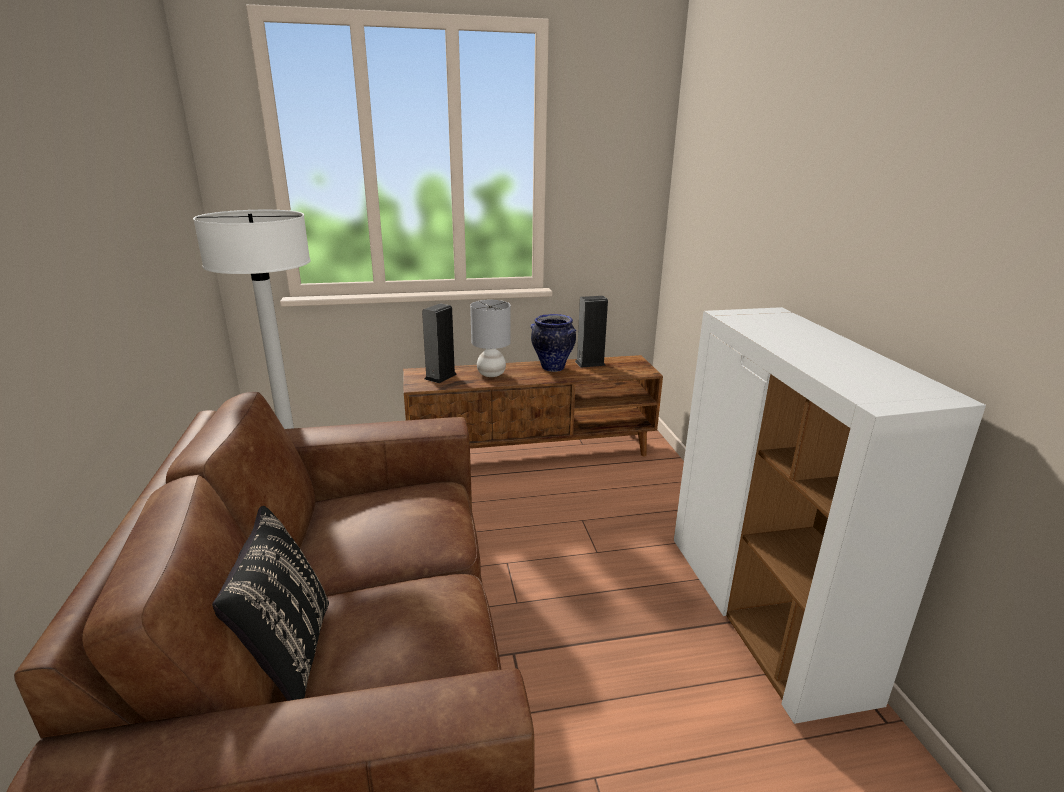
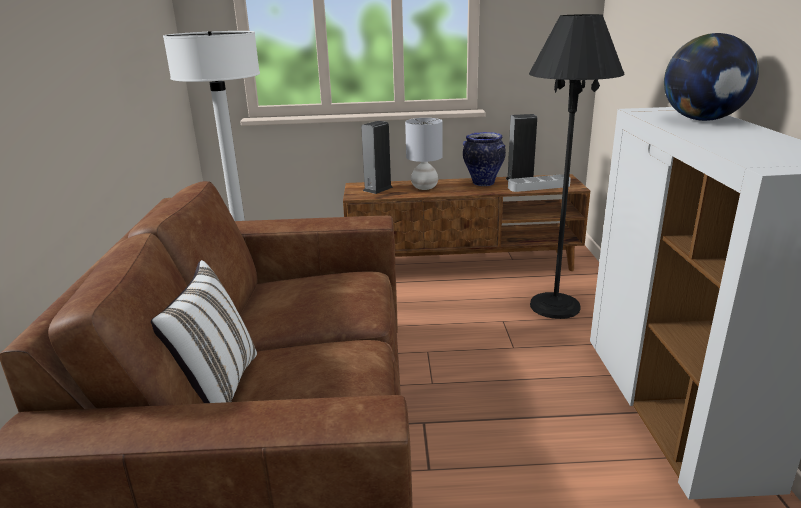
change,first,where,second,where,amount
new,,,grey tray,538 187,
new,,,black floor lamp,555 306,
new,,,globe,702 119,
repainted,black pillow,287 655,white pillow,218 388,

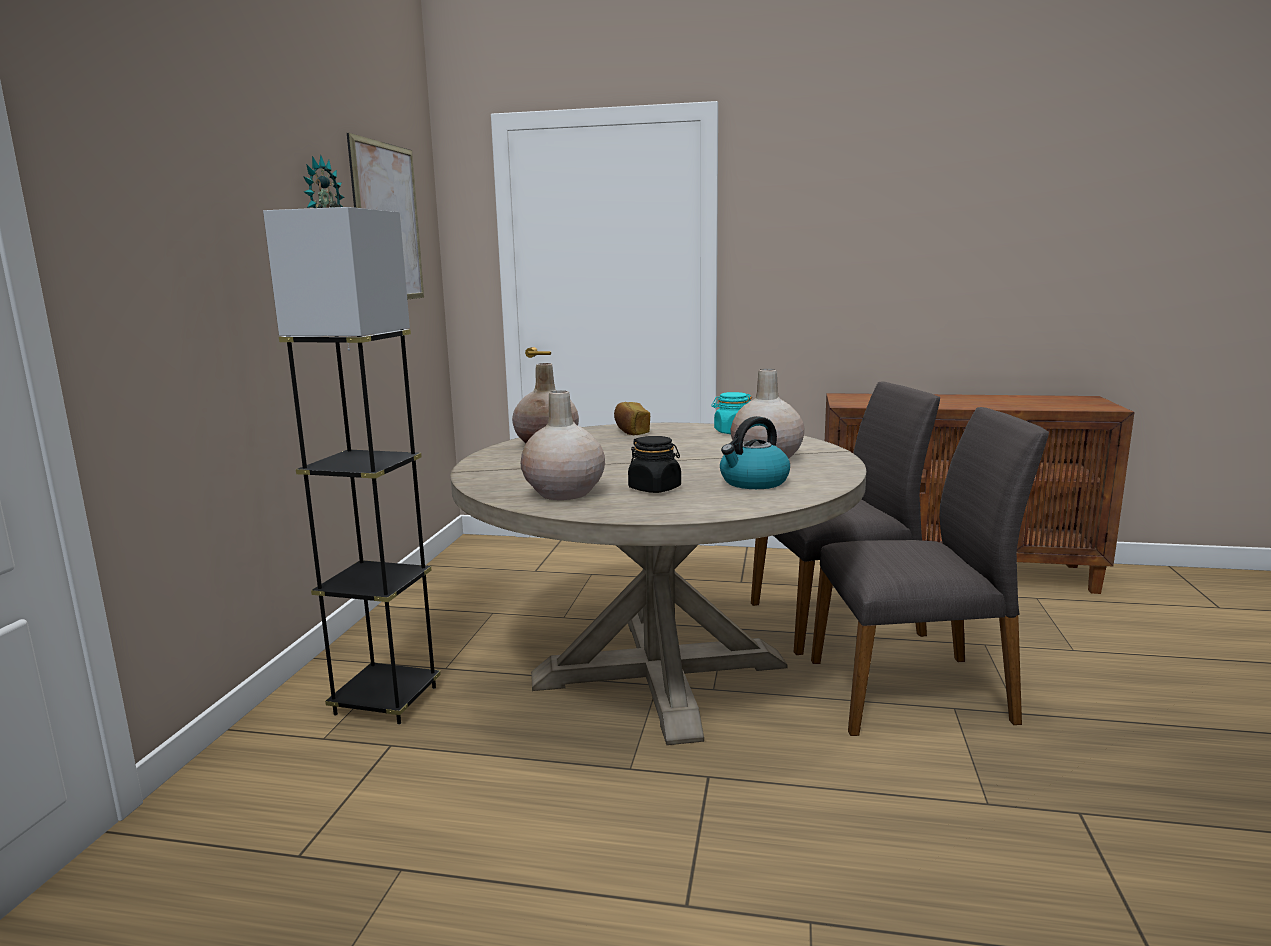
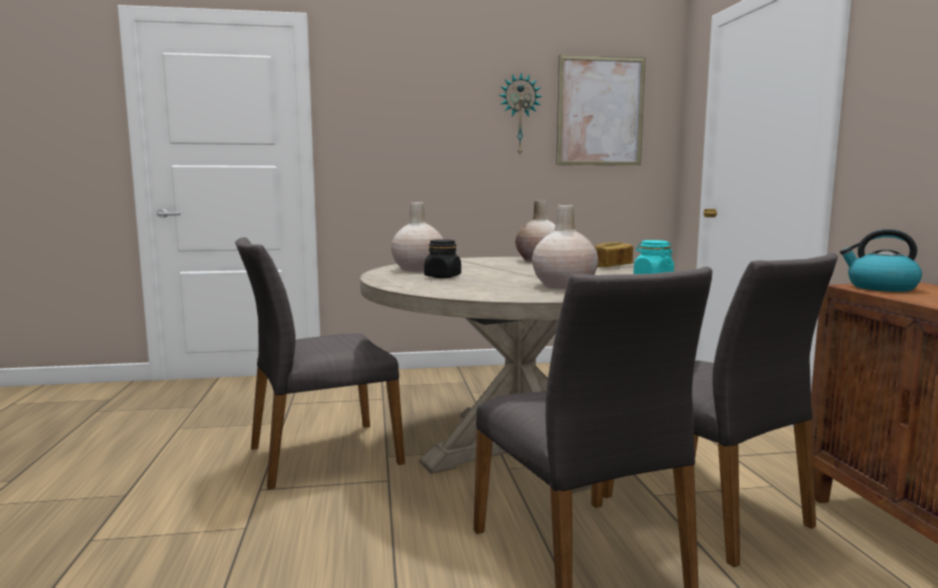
change,first,where,second,where,amount
gone,grey floor lamp,386 700,,,
new,,,grey chair,322 454,
shifted,kettle,753 482,,880 287,

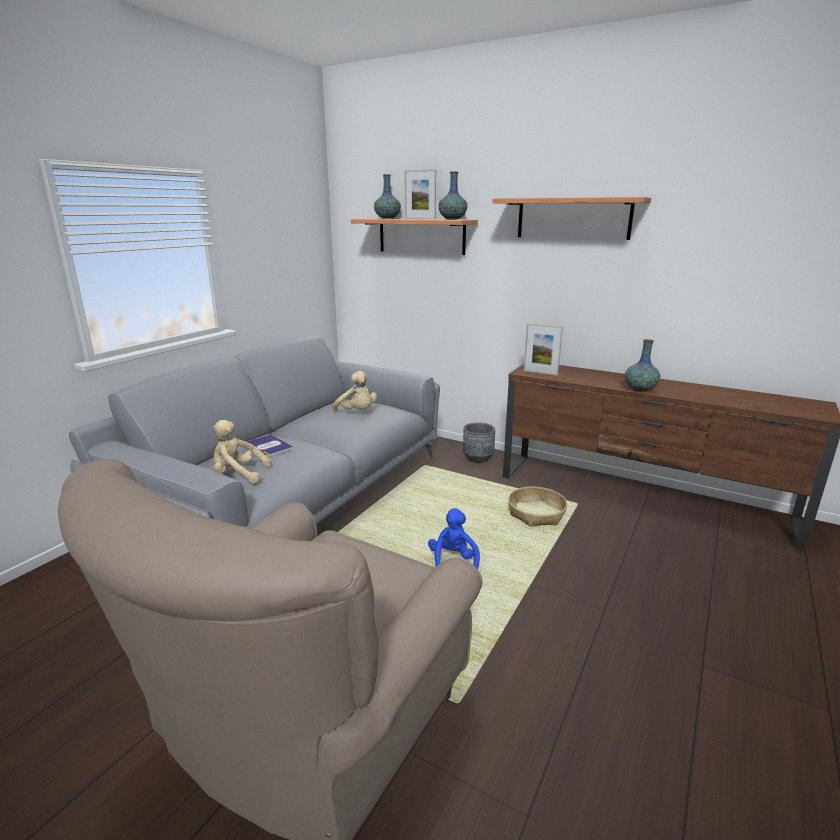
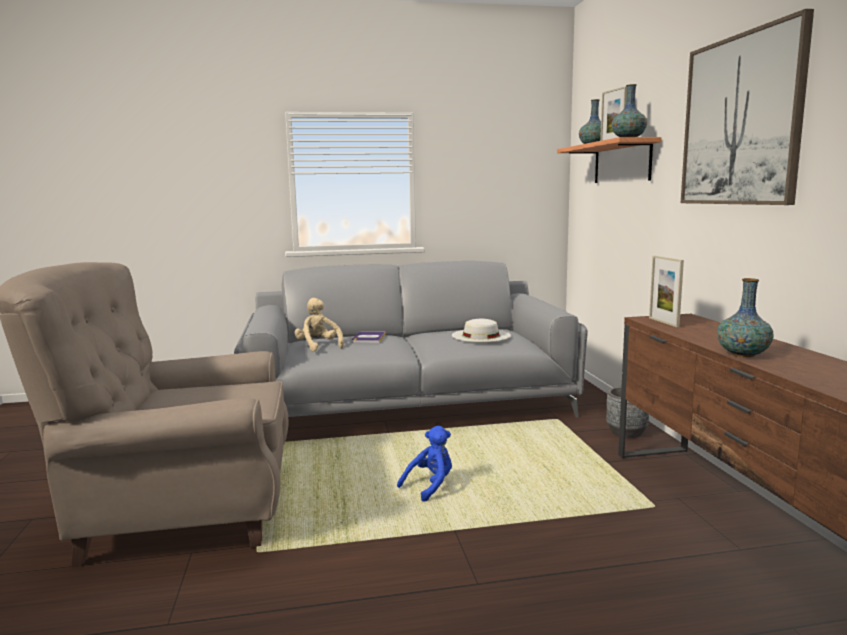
change,first,where,second,where,amount
gone,basket,536 514,,,
swapped,beige plush toy,357 412,white hat,481 335,
swapped,shelf,573 218,picture,740 120,

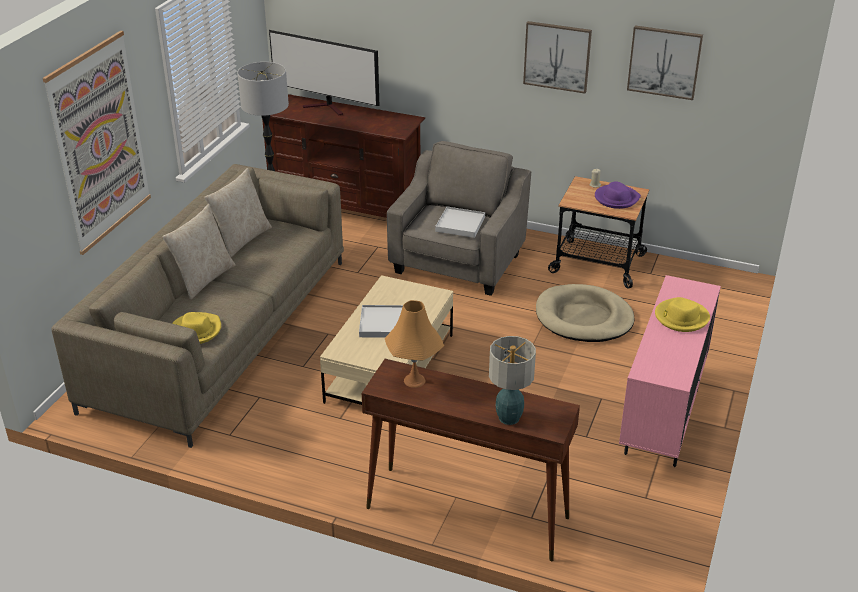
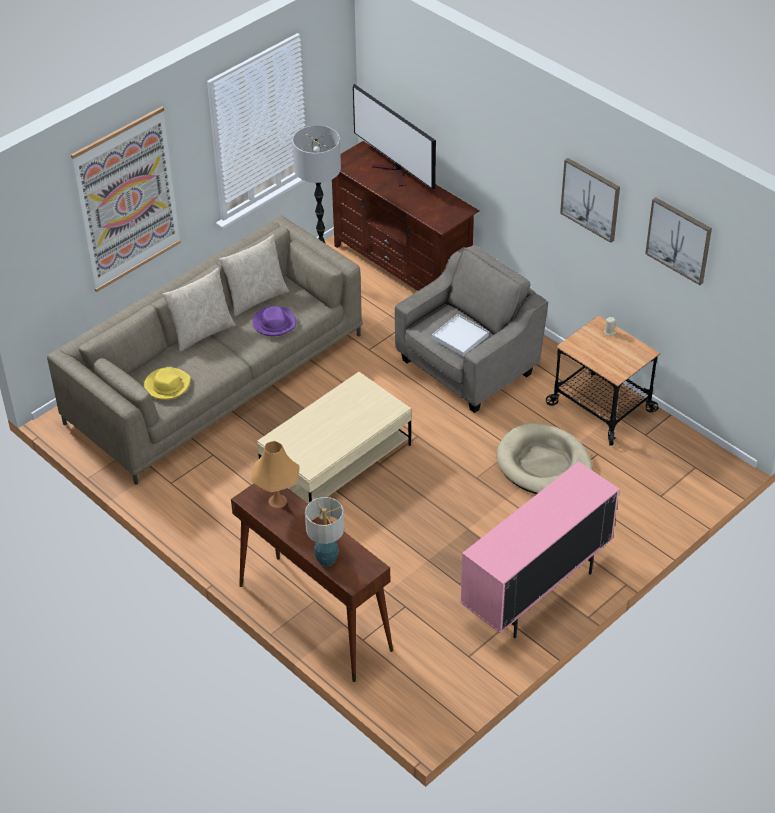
change,first,where,second,where,amount
gone,white tray,383 323,,,
gone,yellow hat,681 317,,,
shifted,purple hat,616 198,,274 323,

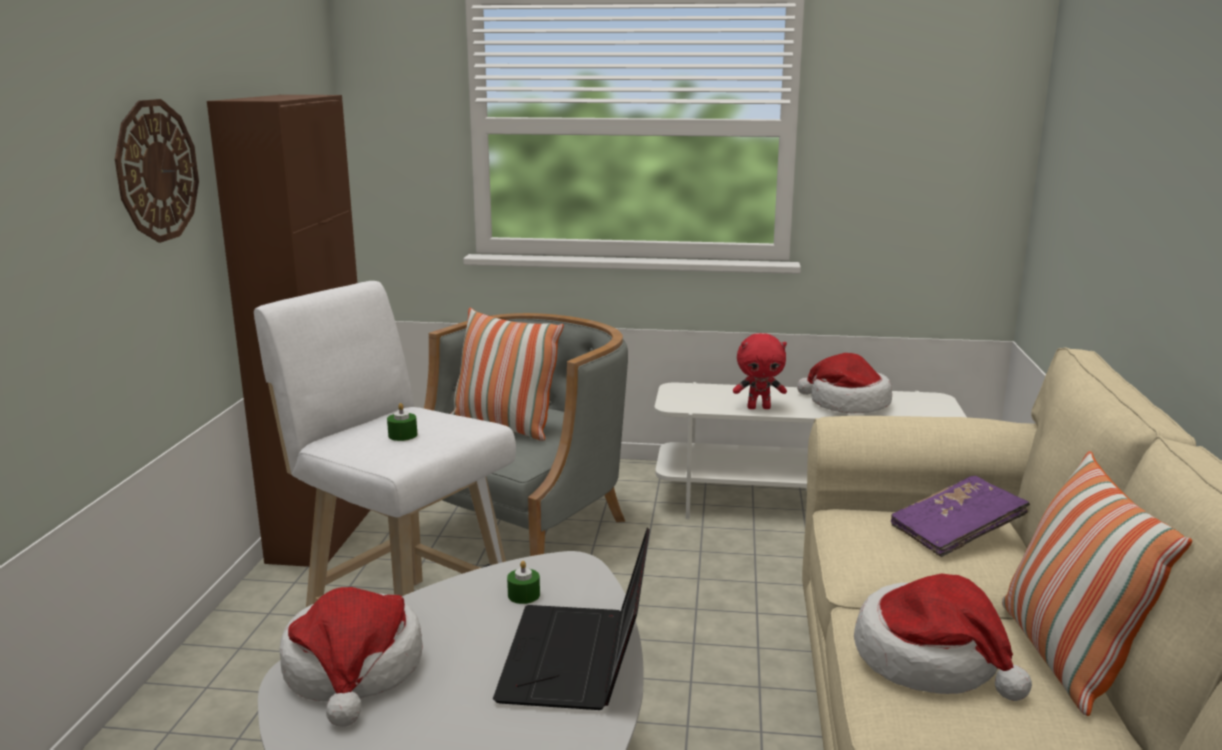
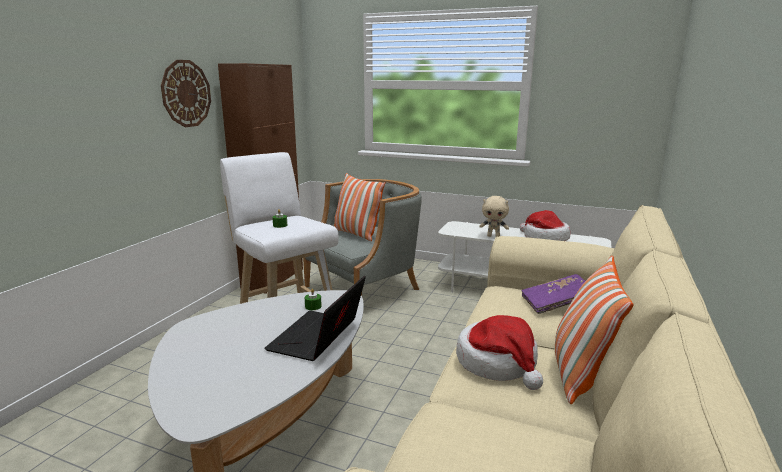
change,first,where,second,where,amount
gone,hat,354 670,,,
repainted,red plush toy,759 407,beige plush toy,493 236,

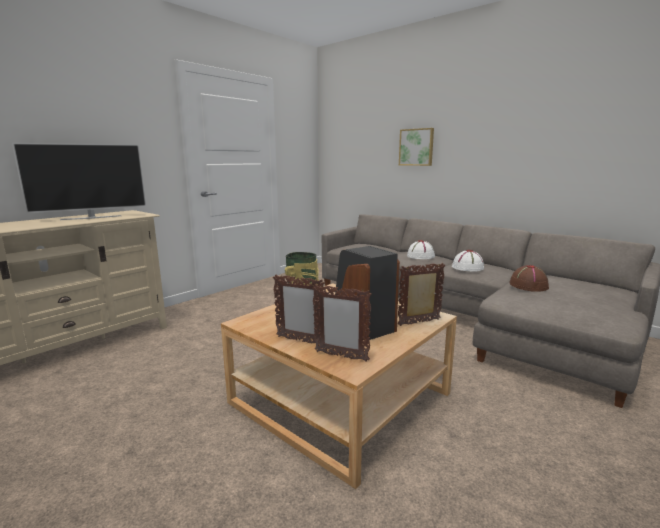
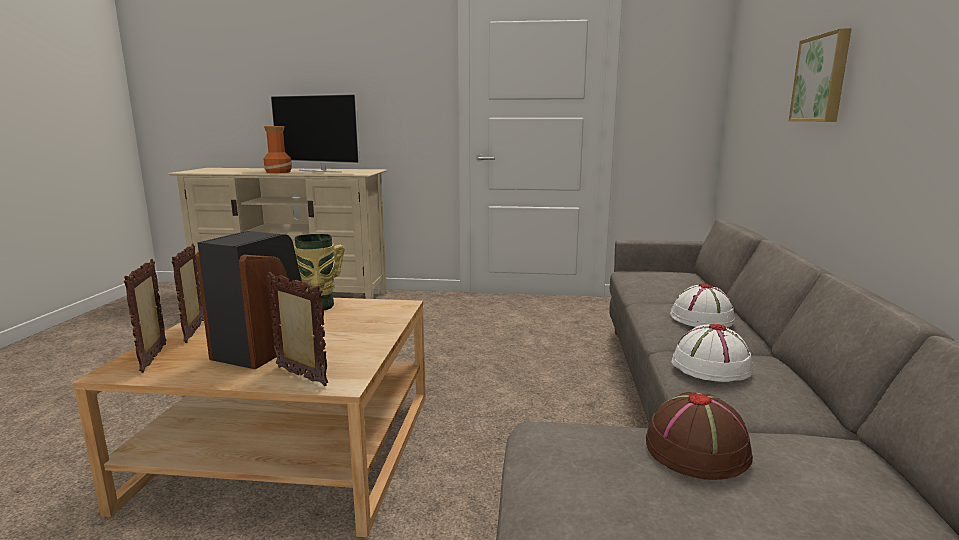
change,first,where,second,where,amount
new,,,vase,279 172,

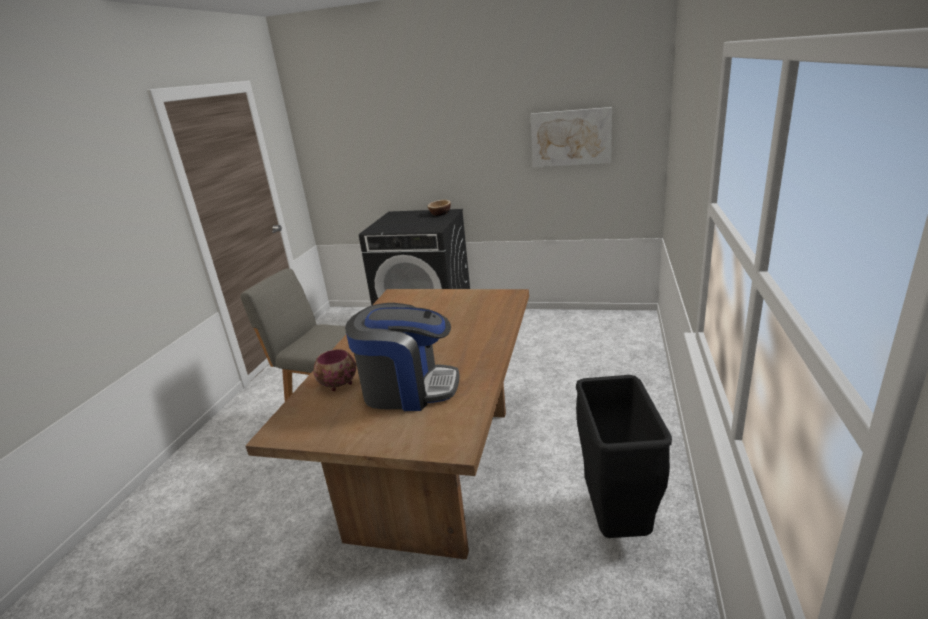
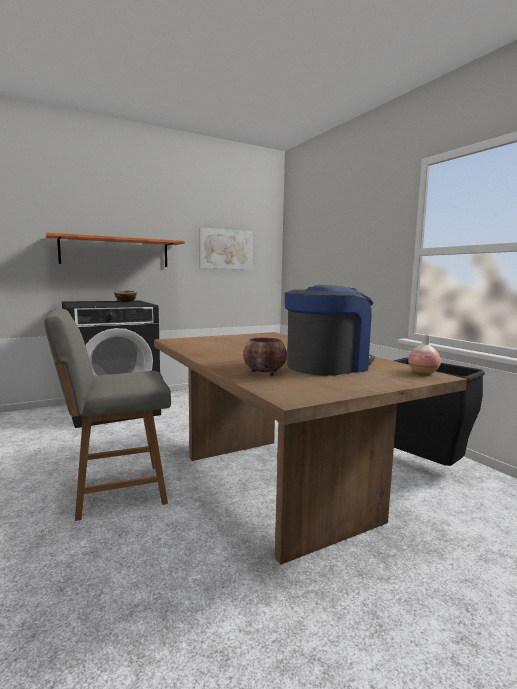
change,first,where,second,where,amount
new,,,orange shelf,115 252,
new,,,vase,423 373,

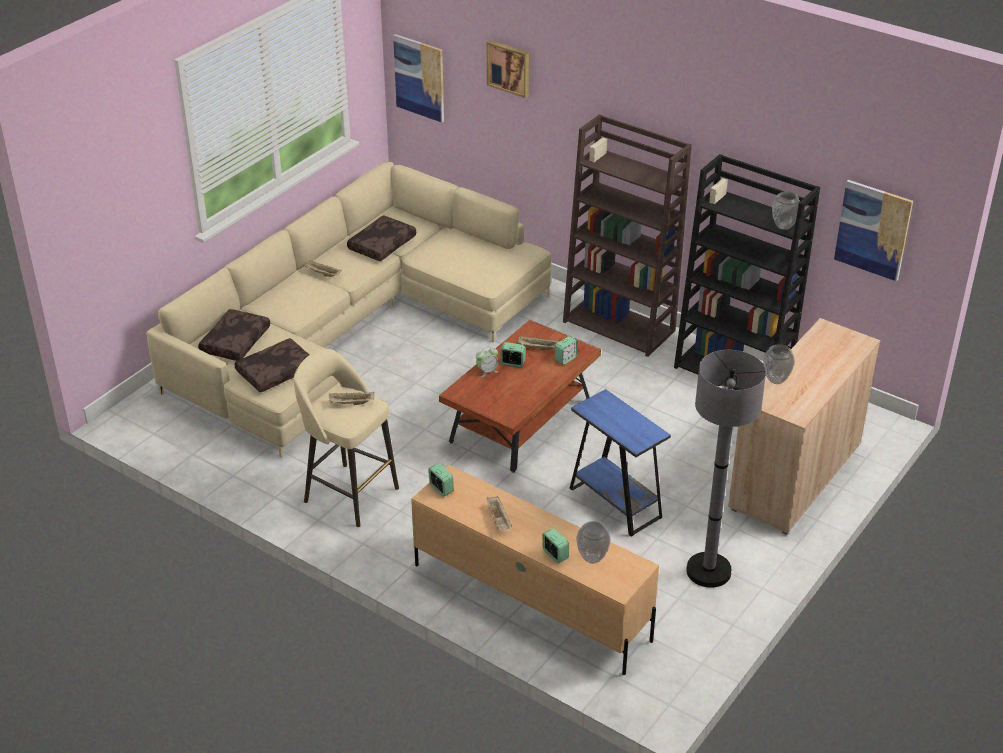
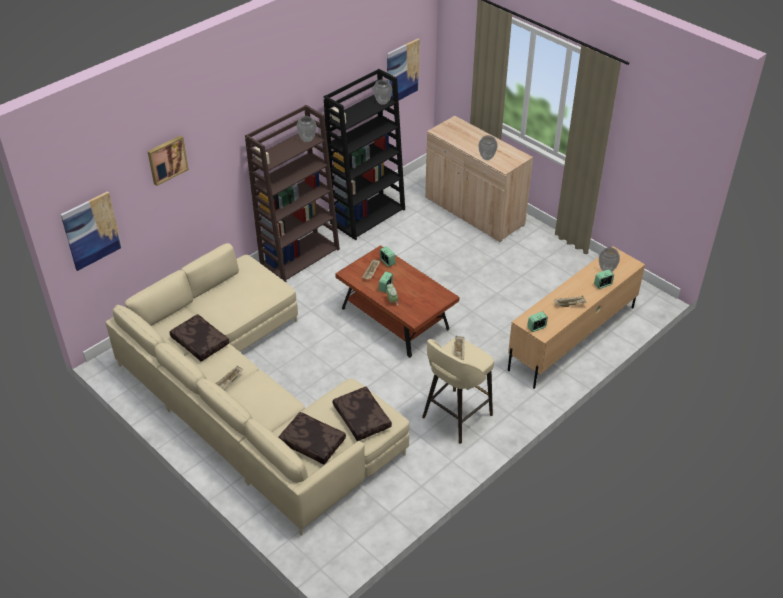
change,first,where,second,where,amount
gone,blue side table,615 503,,,
gone,grey floor lamp,708 571,,,
new,,,vase,307 140,

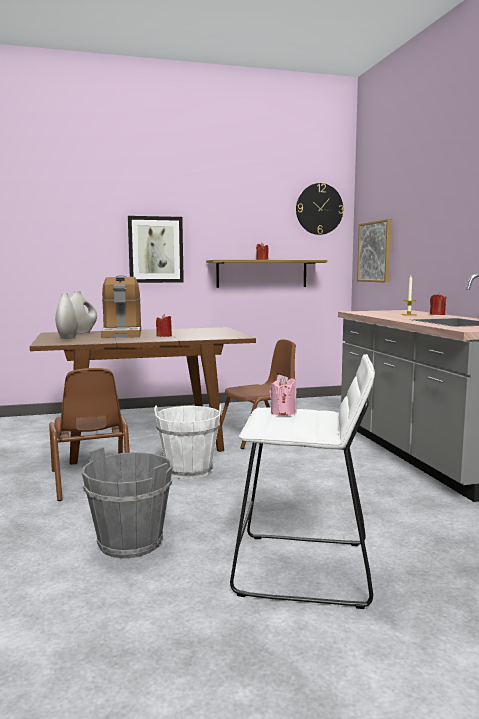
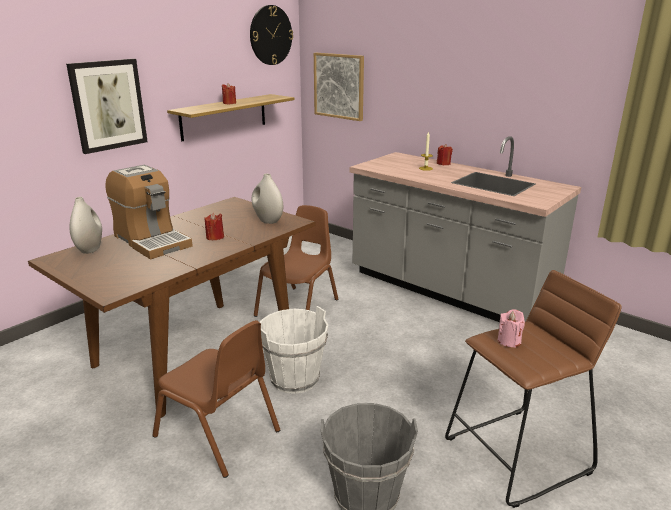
change,first,where,second,where,amount
shifted,white vase,67 338,,267 220,
repainted,white stool,303 569,brown stool,517 455,

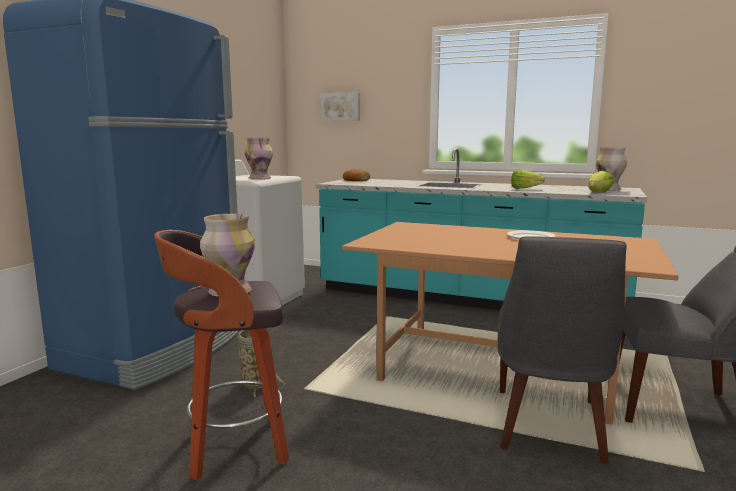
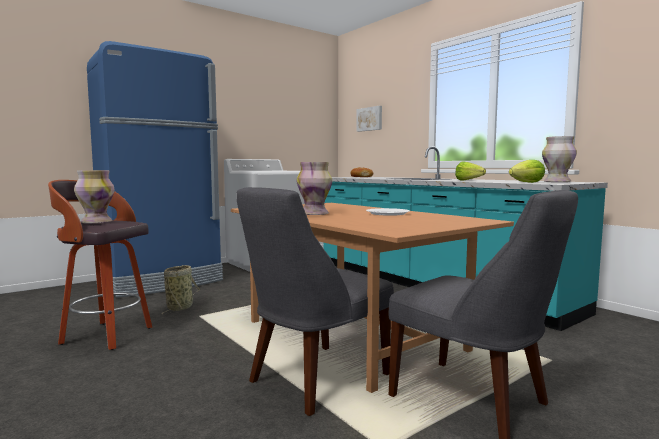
change,first,where,second,where,amount
shifted,vase,260 179,,315 214,

